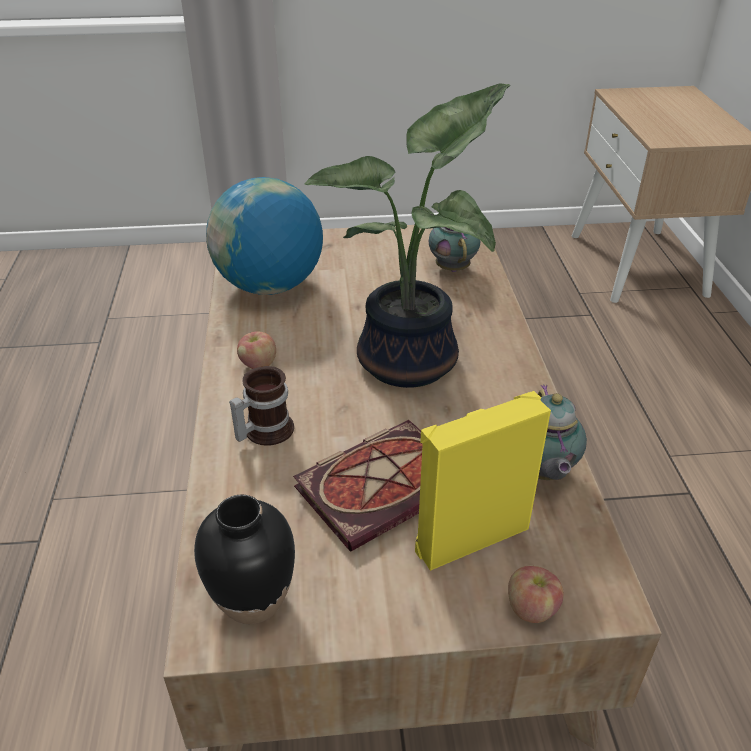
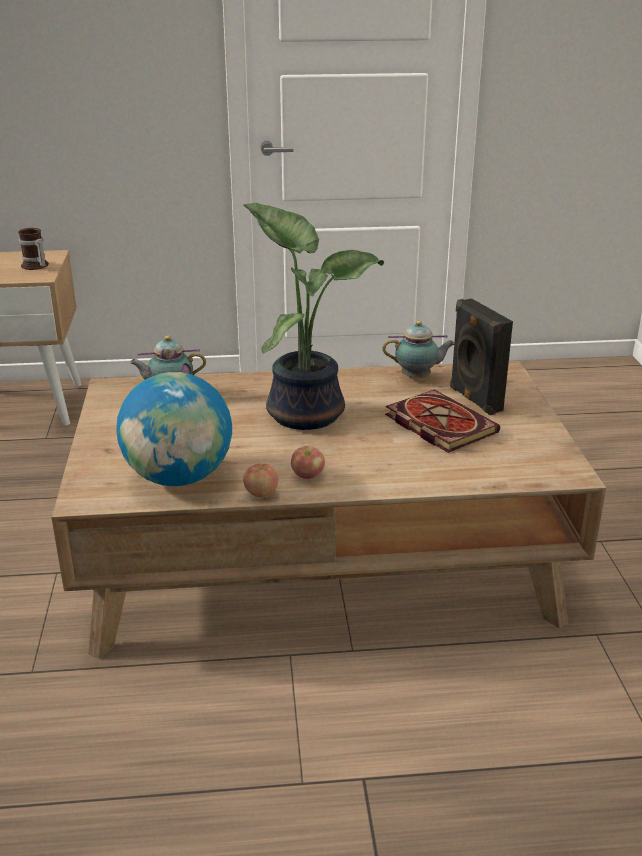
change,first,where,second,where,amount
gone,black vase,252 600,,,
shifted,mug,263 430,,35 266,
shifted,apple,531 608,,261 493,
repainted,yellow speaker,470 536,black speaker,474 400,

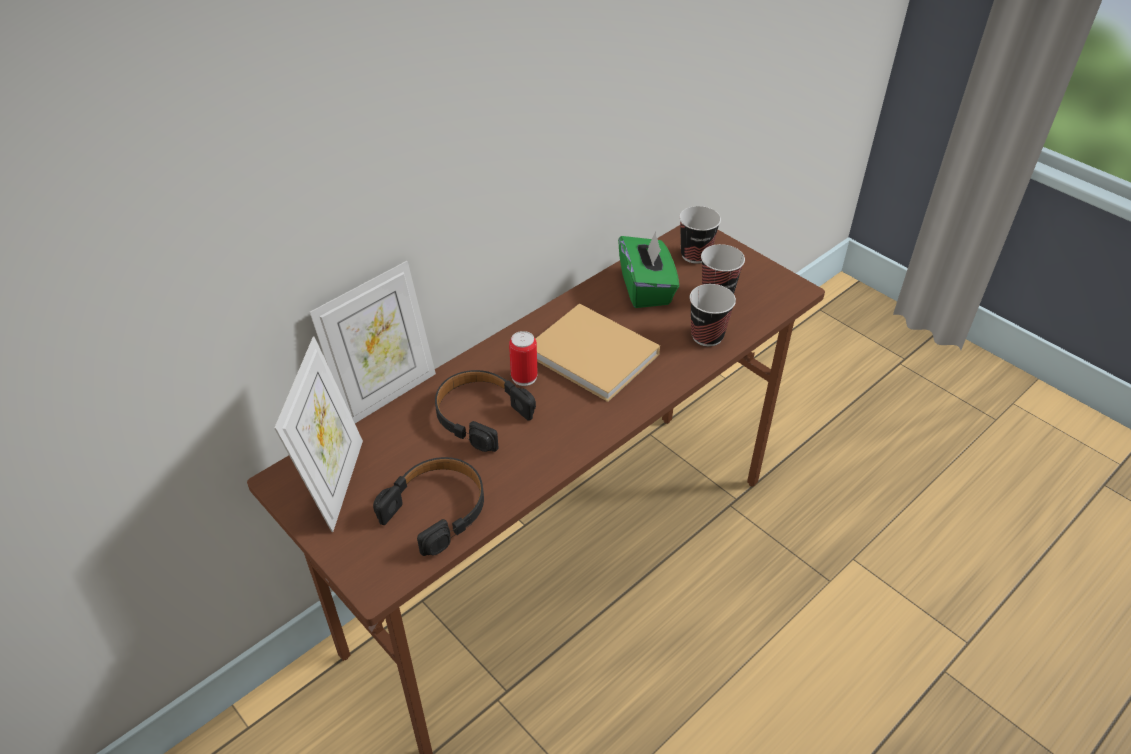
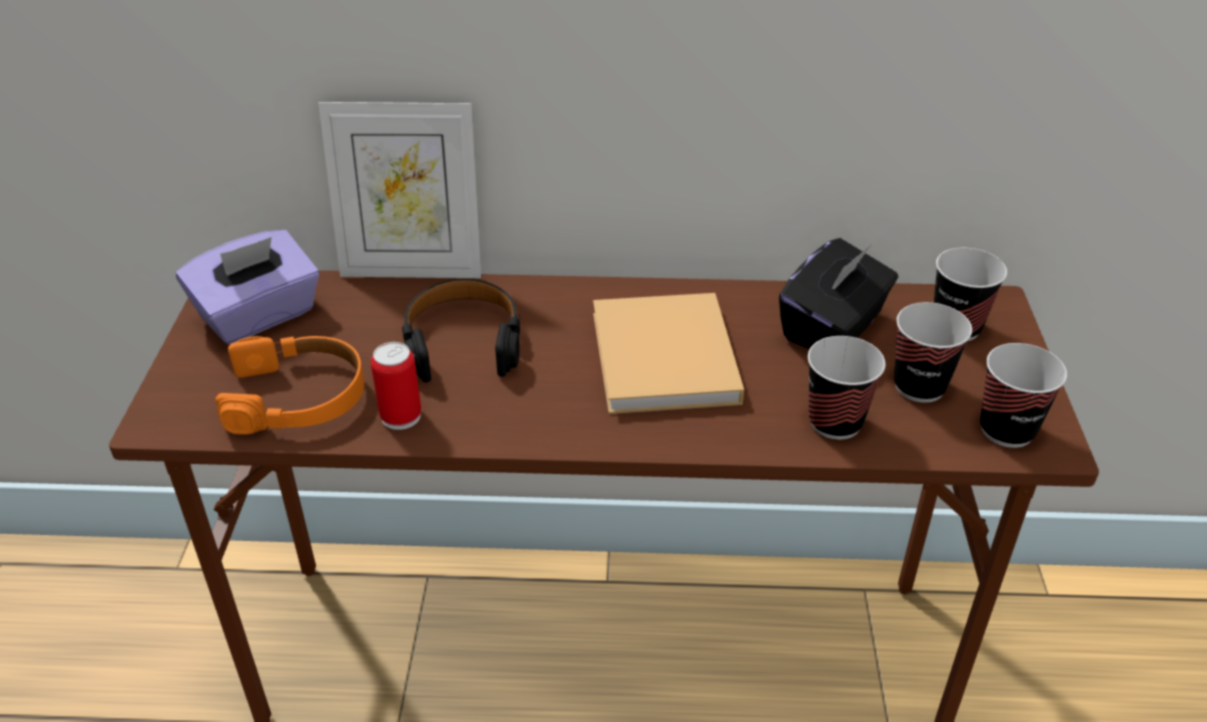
change,first,where,second,where,amount
new,,,cup,1007 430,
shifted,can,524 377,,401 416,
swapped,picture frame,336 483,purple tissue box,259 316,
repainted,black headphones,436 510,orange headphones,297 397,
repainted,green tissue box,646 288,black tissue box,833 328,

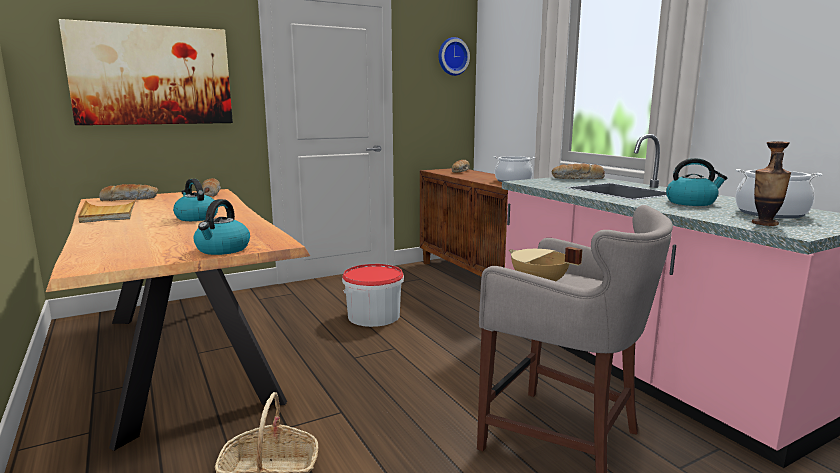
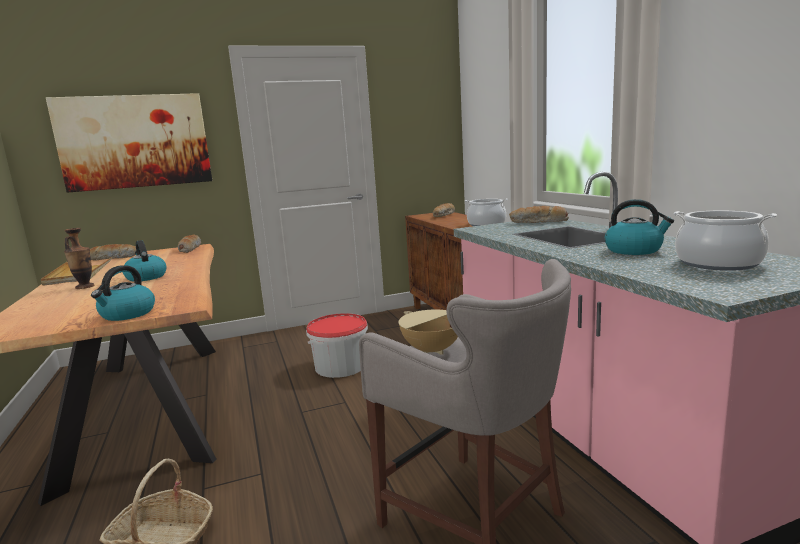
change,first,where,second,where,amount
gone,wall clock,452 56,,,
shifted,vase,764 223,,85 287,

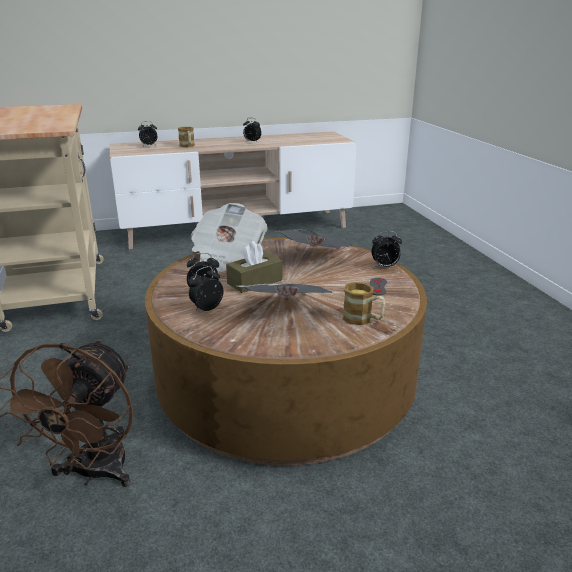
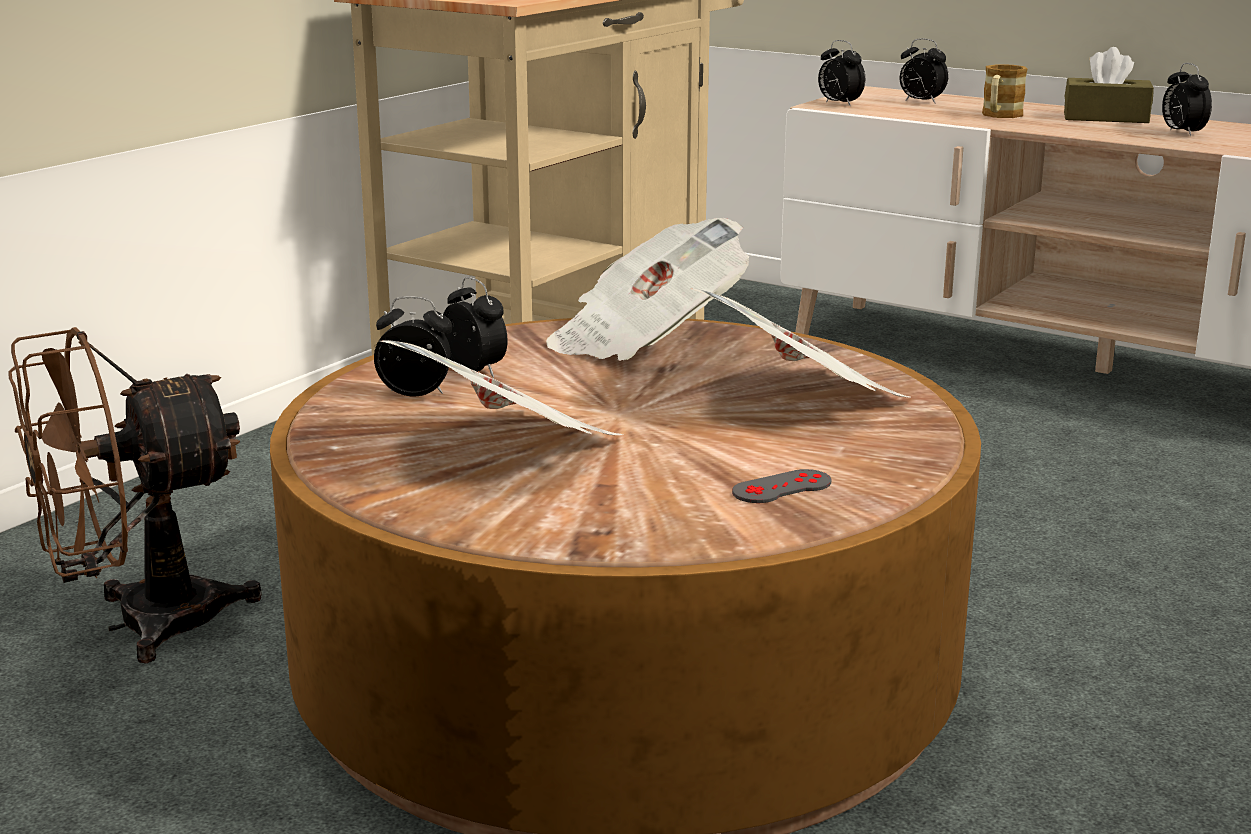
change,first,where,second,where,amount
gone,mug,363 319,,,
shifted,brown tissue box,255 282,,1106 118,
shifted,alarm clock,385 267,,839 104,

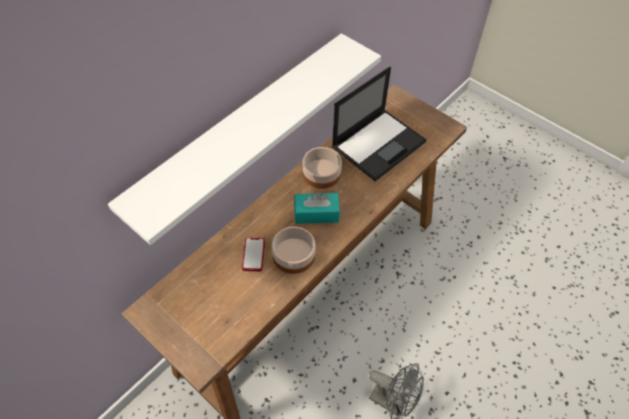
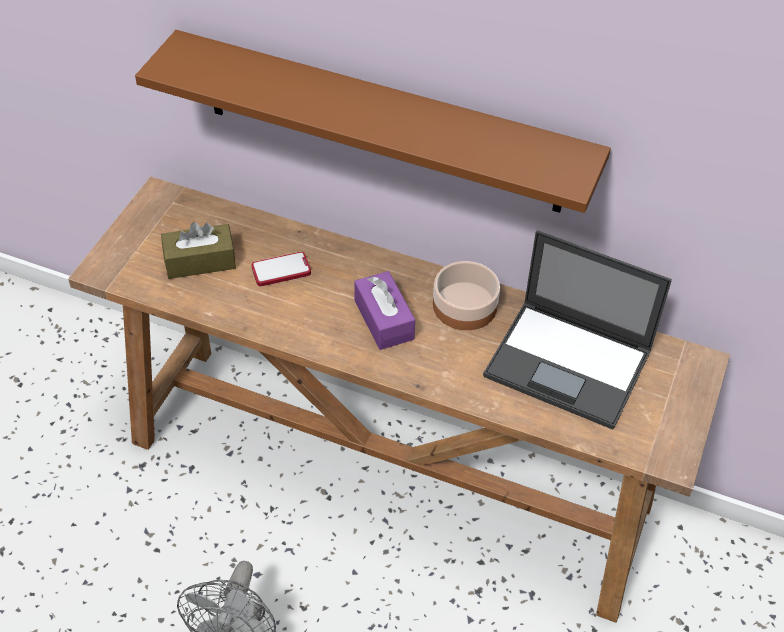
change,first,where,second,where,amount
gone,bowl,293 256,,,
new,,,brown tissue box,200 261,
repainted,white shelf,241 131,brown shelf,382 123,
repainted,turquoise tissue box,316 213,purple tissue box,384 320,

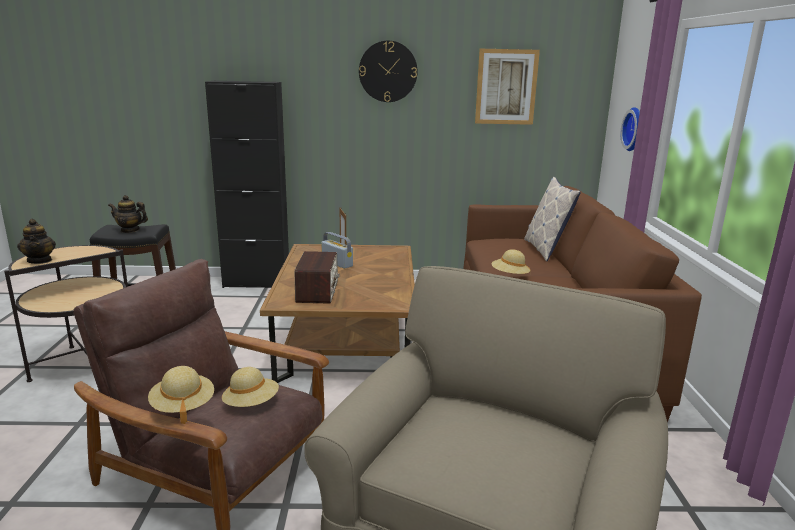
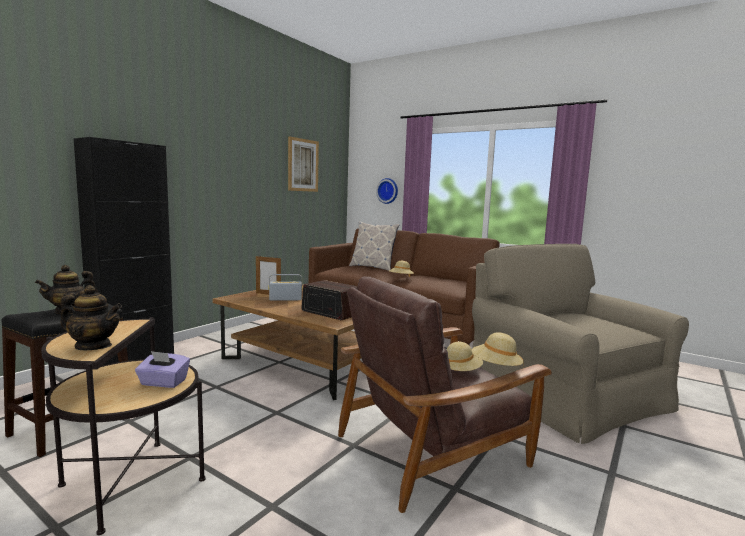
change,first,where,second,where,amount
gone,wall clock,388 71,,,
new,,,purple tissue box,163 383,

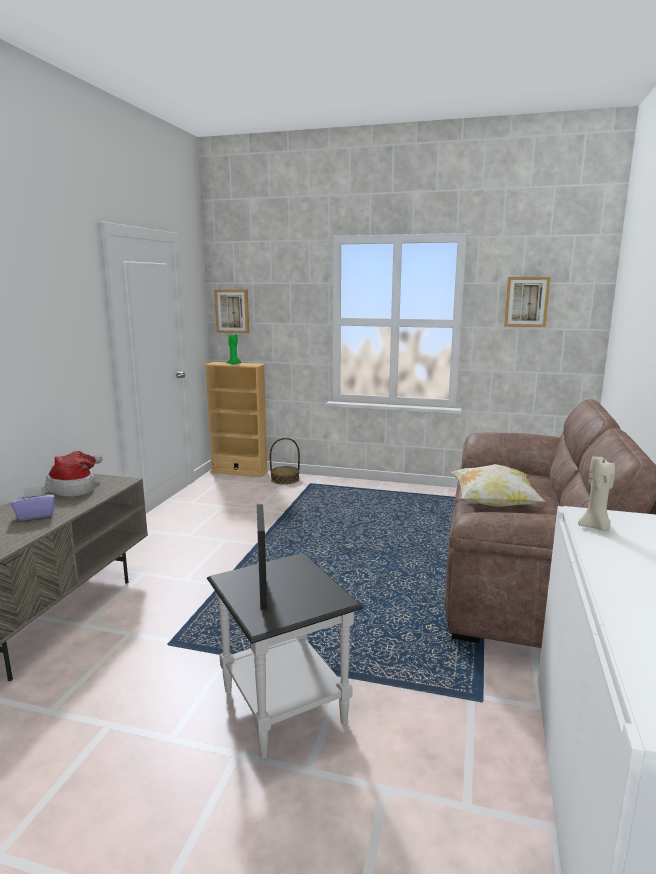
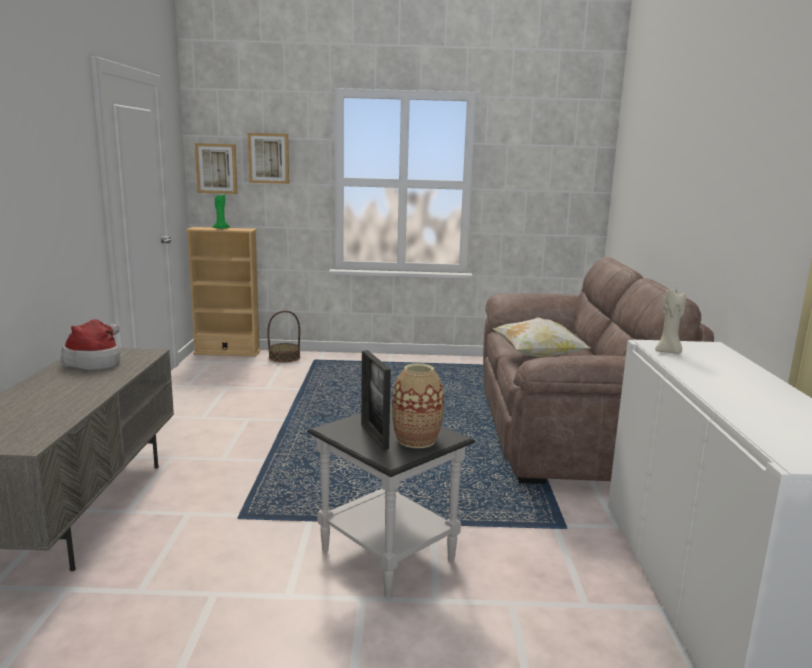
change,first,where,second,where,amount
gone,purple tissue box,36 515,,,
new,,,vase,416 440,
shifted,picture,526 302,,269 158,

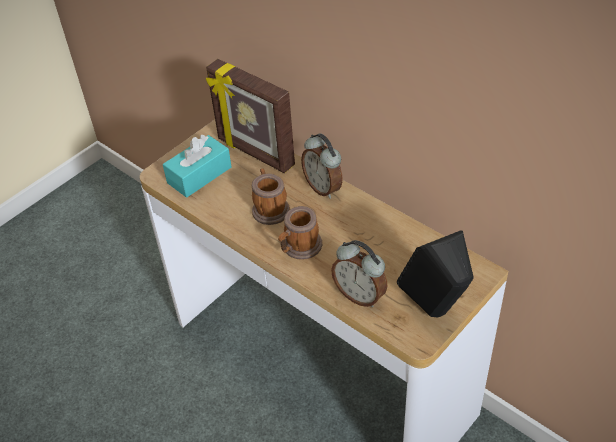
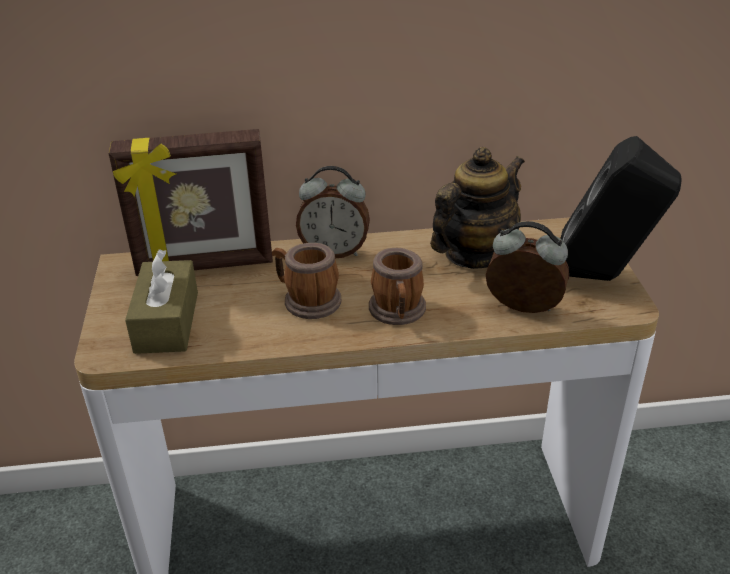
change,first,where,second,where,amount
new,,,teapot,474 254,
repainted,turquoise tissue box,199 175,brown tissue box,167 322,
rotated,alarm clock,360 295,,522 309,150 degrees counterclockwise

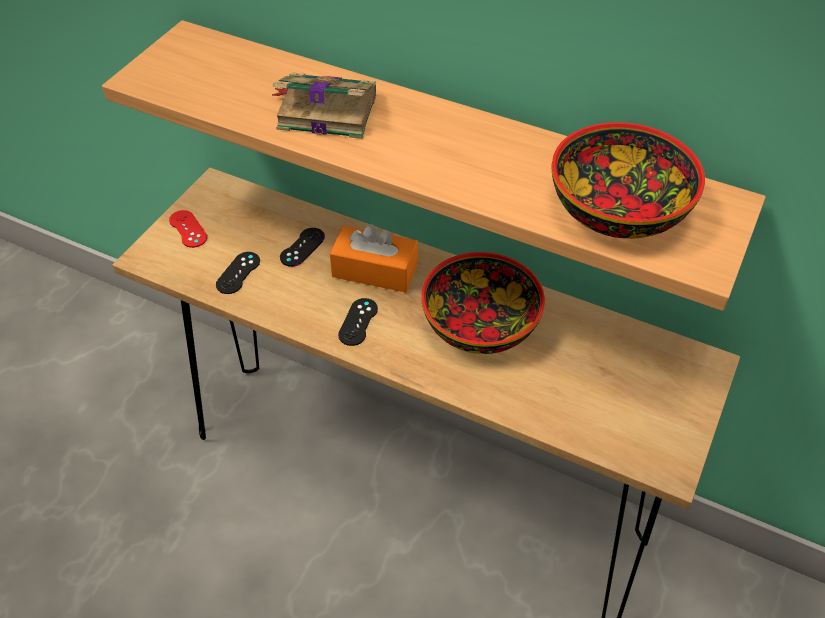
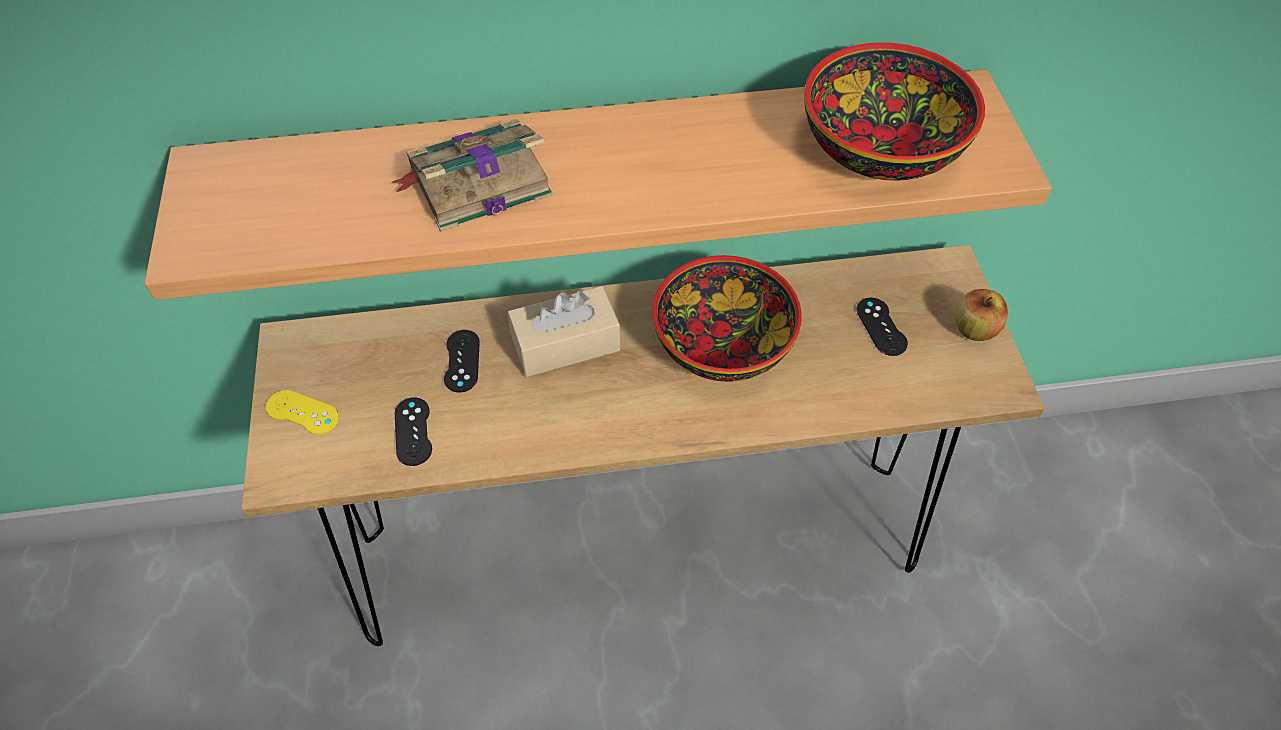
change,first,where,second,where,amount
new,,,apple,974 329,
shifted,black game controller,358 322,,881 327,
repainted,red game controller,188 229,yellow game controller,302 412,
repainted,orange tissue box,375 270,beige tissue box,565 344,

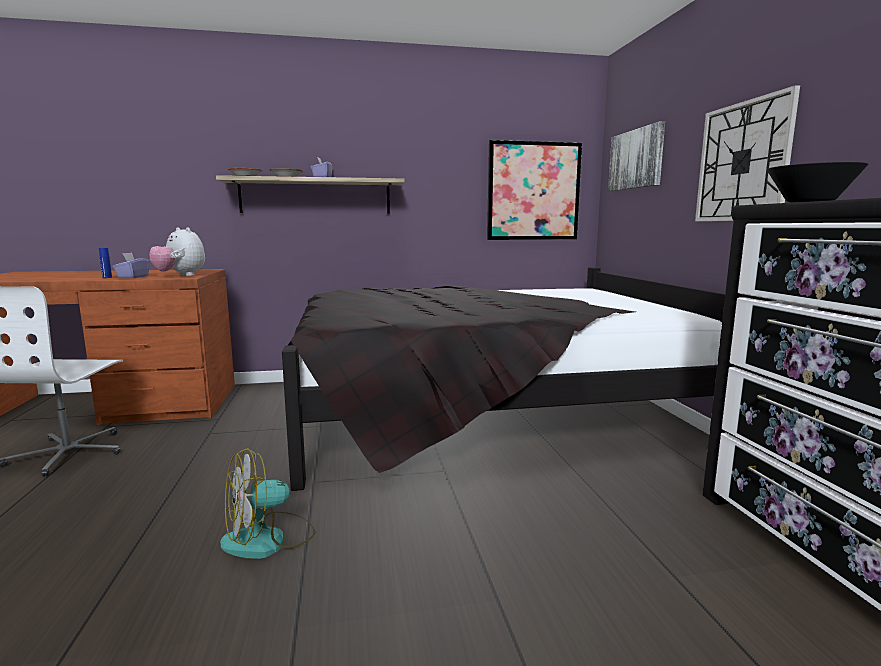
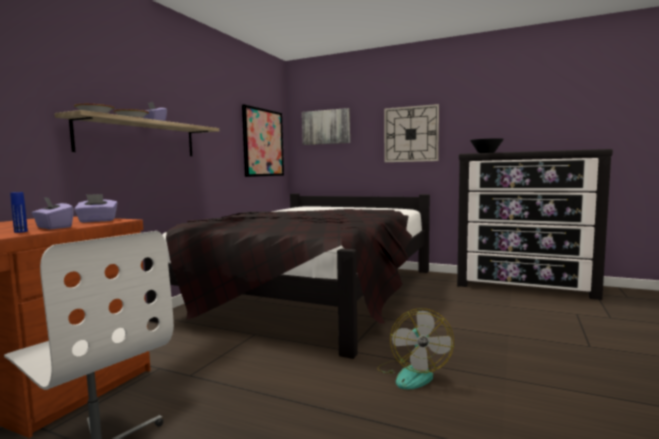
change,first,where,second,where,amount
swapped,plush toy,180 276,purple tissue box,97 221,

